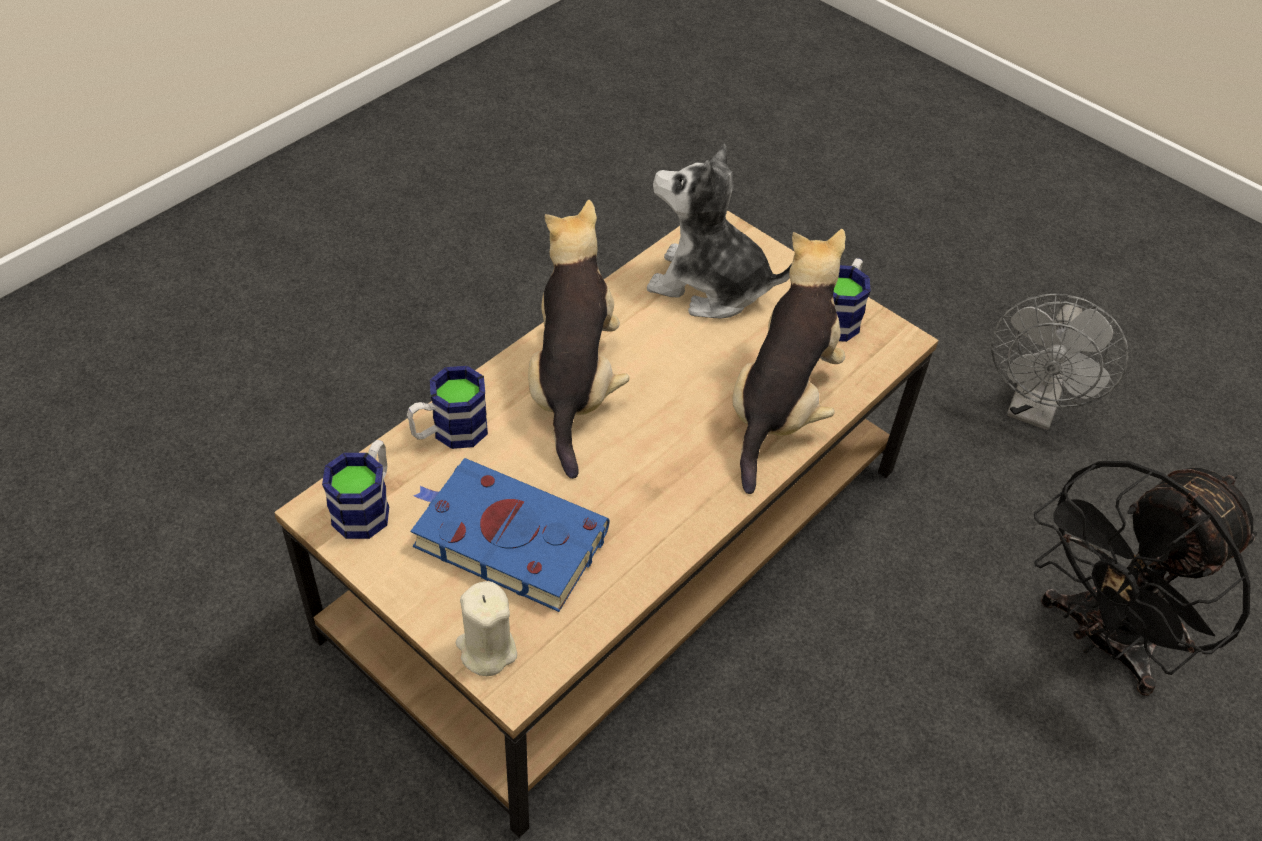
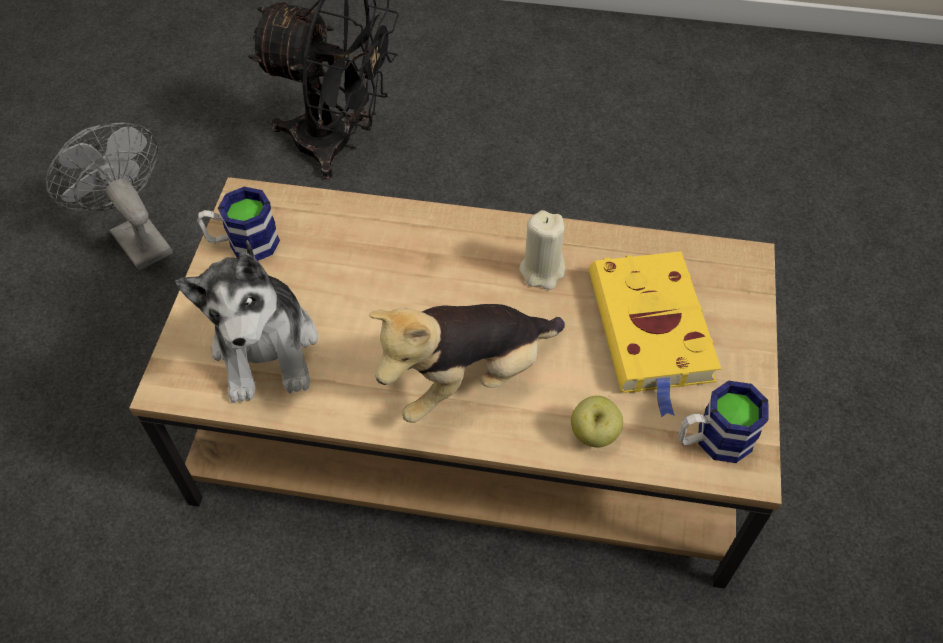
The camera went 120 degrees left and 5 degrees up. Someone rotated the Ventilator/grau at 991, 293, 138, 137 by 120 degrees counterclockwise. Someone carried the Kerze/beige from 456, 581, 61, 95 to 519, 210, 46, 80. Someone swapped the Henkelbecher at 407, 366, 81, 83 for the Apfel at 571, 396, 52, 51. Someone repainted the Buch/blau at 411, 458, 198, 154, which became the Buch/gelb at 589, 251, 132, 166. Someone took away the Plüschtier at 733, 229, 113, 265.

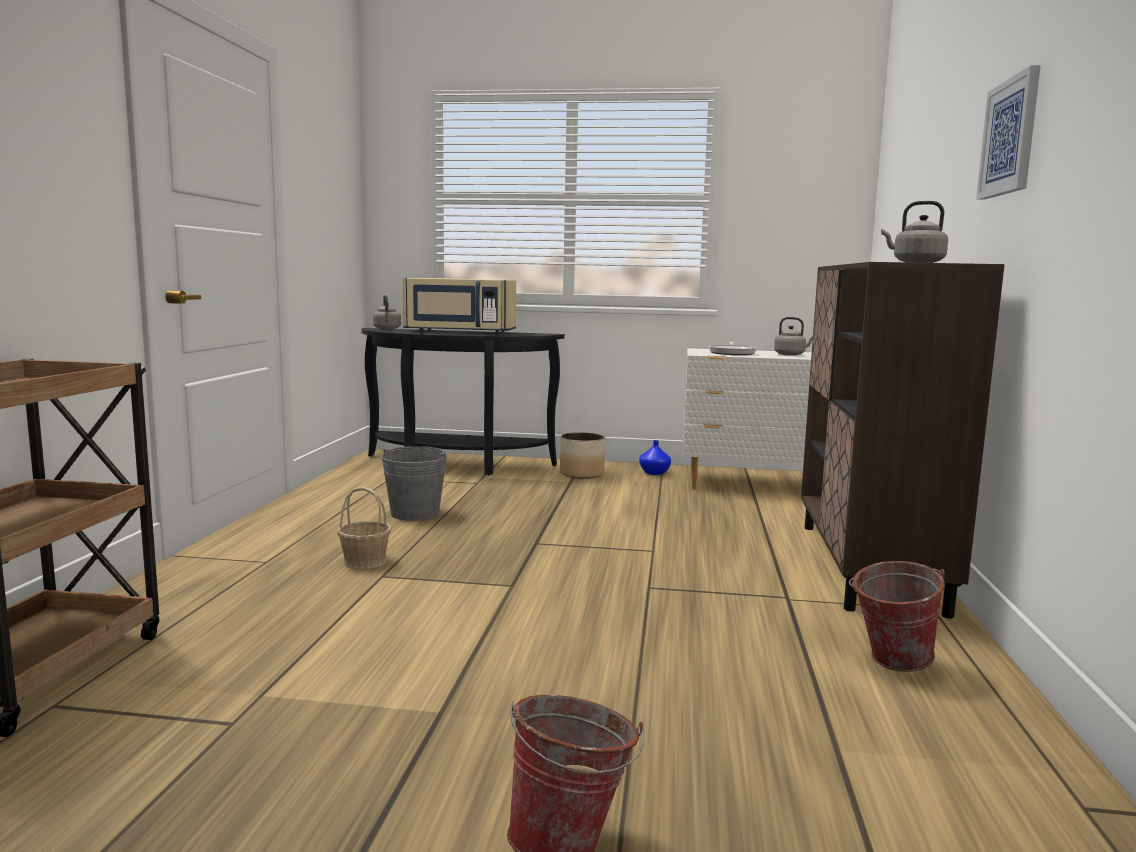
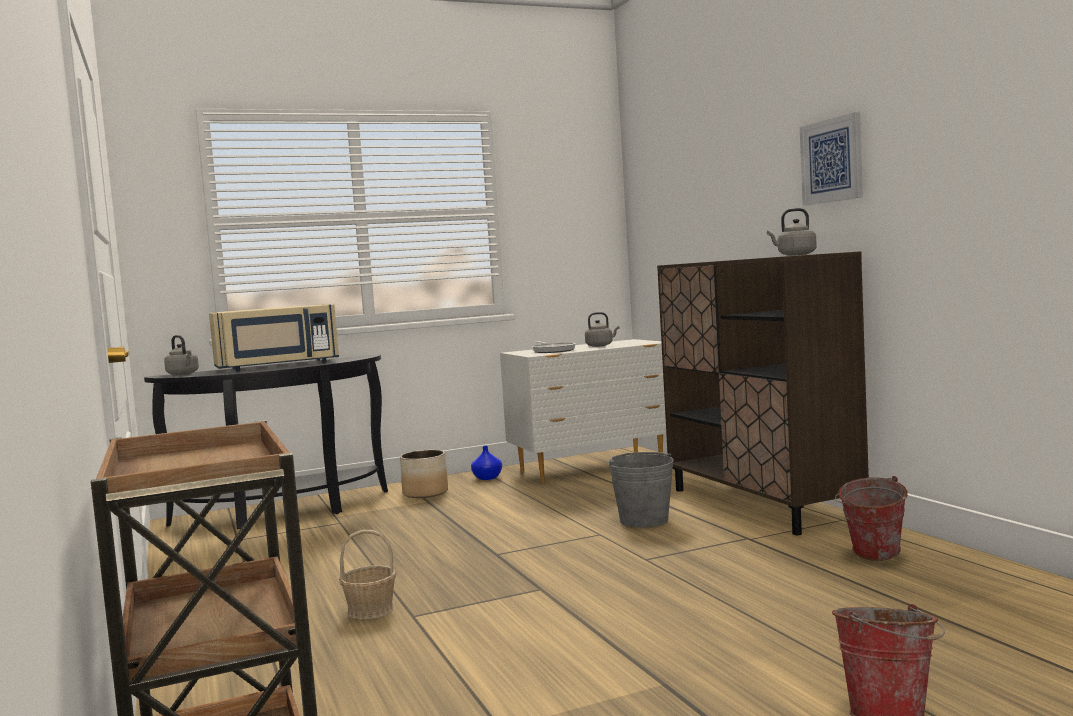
The camera went 30 degrees left and 5 degrees down. Someone carried the Eimer/grau from 381, 446, 66, 75 to 608, 452, 66, 75.

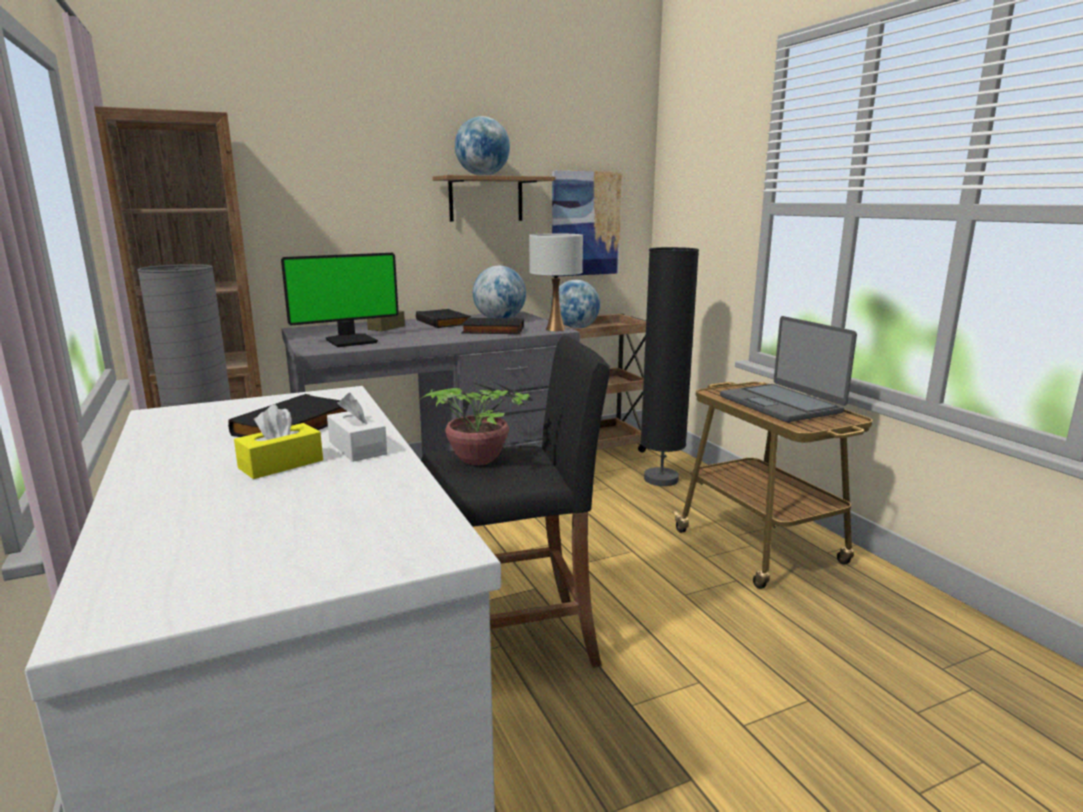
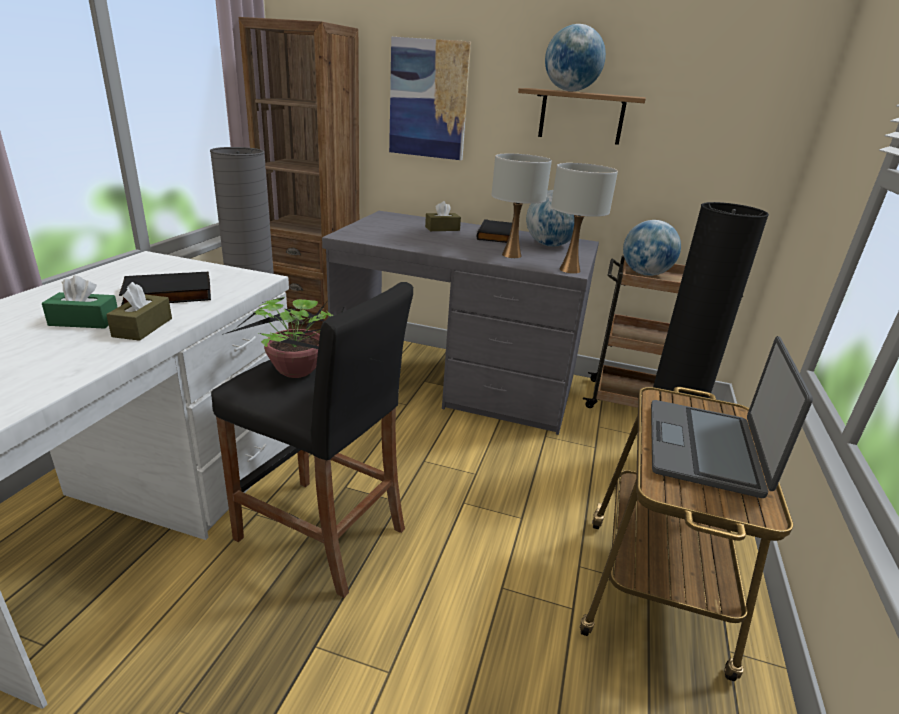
The camera went 40 degrees right and 10 degrees up. Someone repainted the Taschentuchbox/gelb at 234, 405, 89, 74, which became the Taschentuchbox/grün at 42, 276, 76, 53. Someone repainted the Taschentuchbox/weiß at 327, 393, 60, 69, which became the Taschentuchbox/braun at 106, 282, 66, 59. Someone carried the Bild from 552, 171, 70, 106 to 389, 37, 82, 123. Someone swapped the Buch/schwarz at 461, 318, 63, 16 for the Tischlampe/weiß at 492, 154, 60, 104. Someone took away the Monitor at 281, 253, 118, 94.

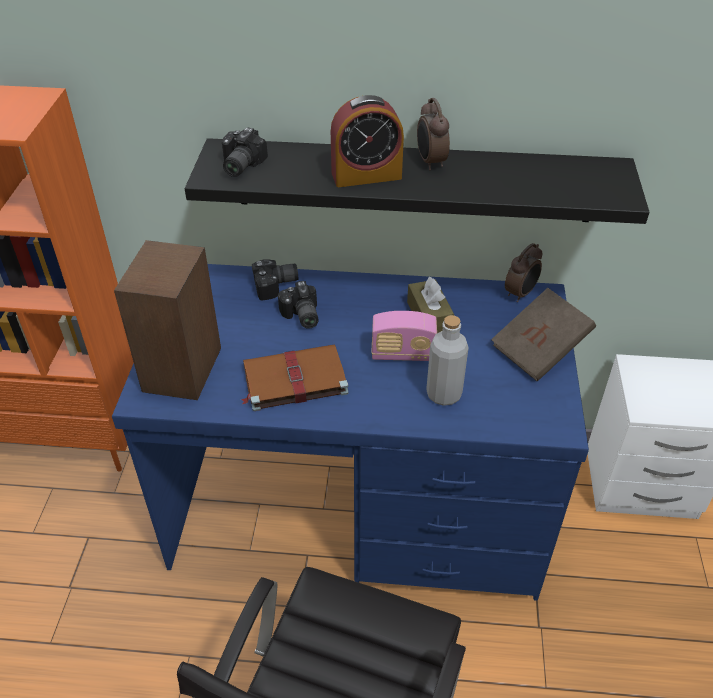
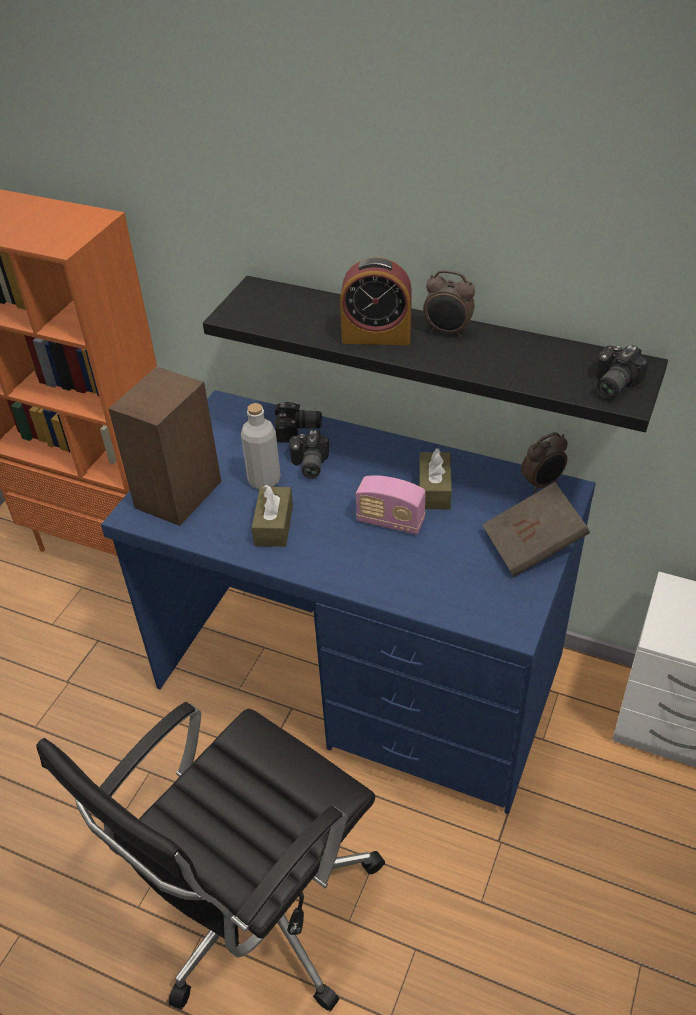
The camera went 20 degrees right and 0 degrees up. Someone carried the Flasche/grau from 426, 315, 43, 91 to 241, 403, 40, 86. Someone swapped the Buch/braun at 241, 344, 108, 67 for the Taschentuchbox/braun at 252, 485, 41, 62. Someone rotated the Wecker at 417, 98, 33, 72 by 75 degrees counterclockwise. Someone carried the Kamera from 222, 127, 46, 50 to 595, 345, 53, 54.

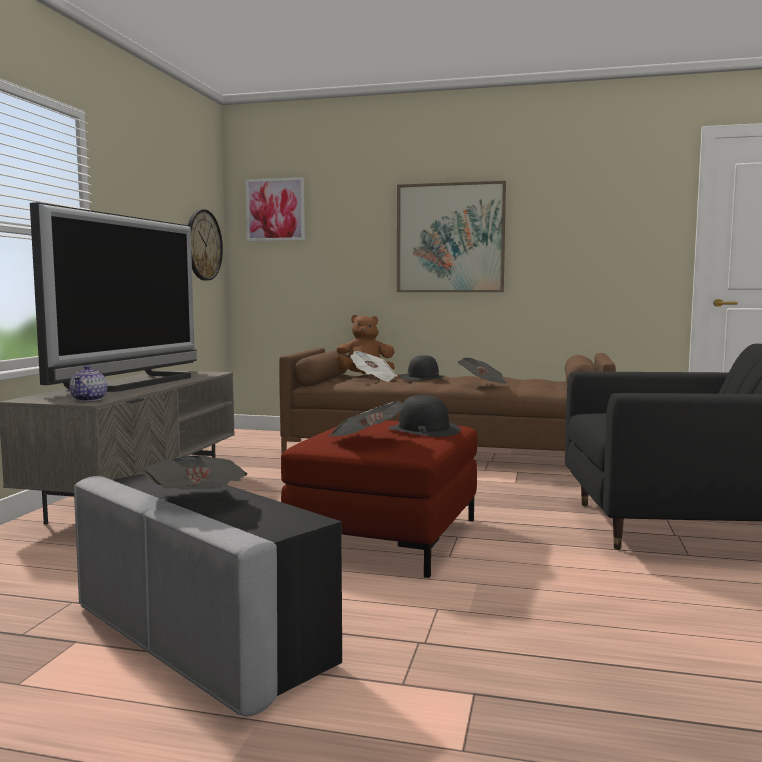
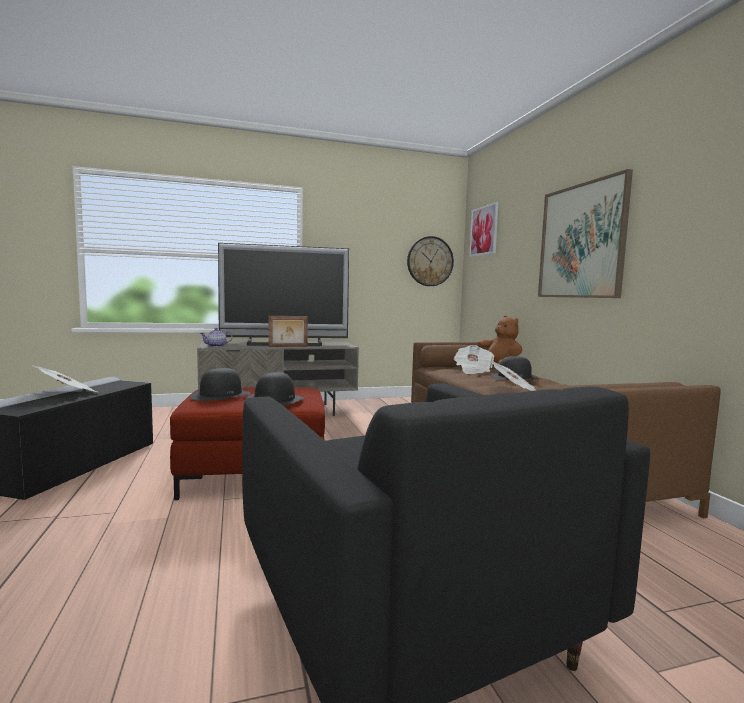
The camera went 60 degrees right and 0 degrees up. Someone swapped the Zeitung at 329, 401, 77, 36 for the Hut/schwarz at 190, 368, 61, 33. Someone put down the Bilderrahmen at 269, 316, 39, 31.

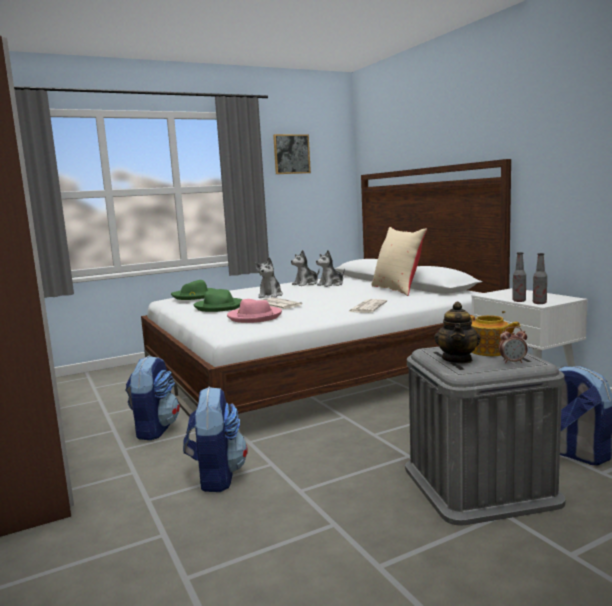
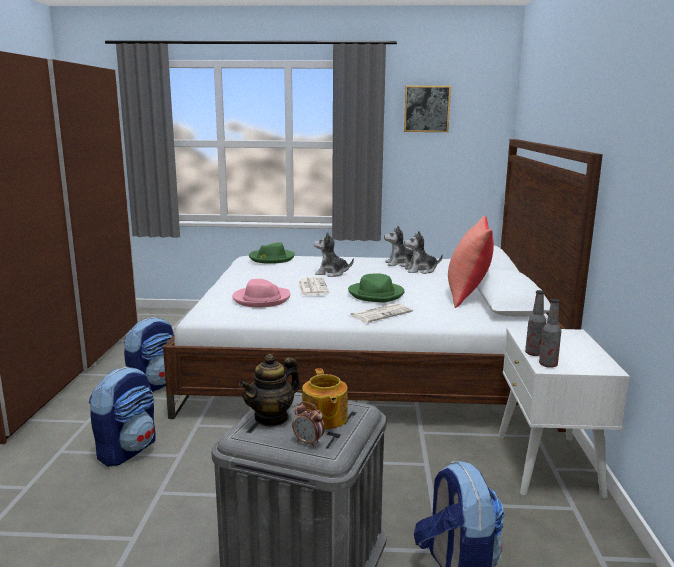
The camera went 30 degrees right and 5 degrees up. Someone rotated the Plüschtier at 255, 257, 28, 41 by 60 degrees clockwise. Someone carried the Hut/grün from 194, 289, 48, 23 to 348, 273, 56, 29. Someone repainted the Kissen/beige at 371, 227, 56, 69, which became the Kissen/rot at 448, 216, 46, 92.

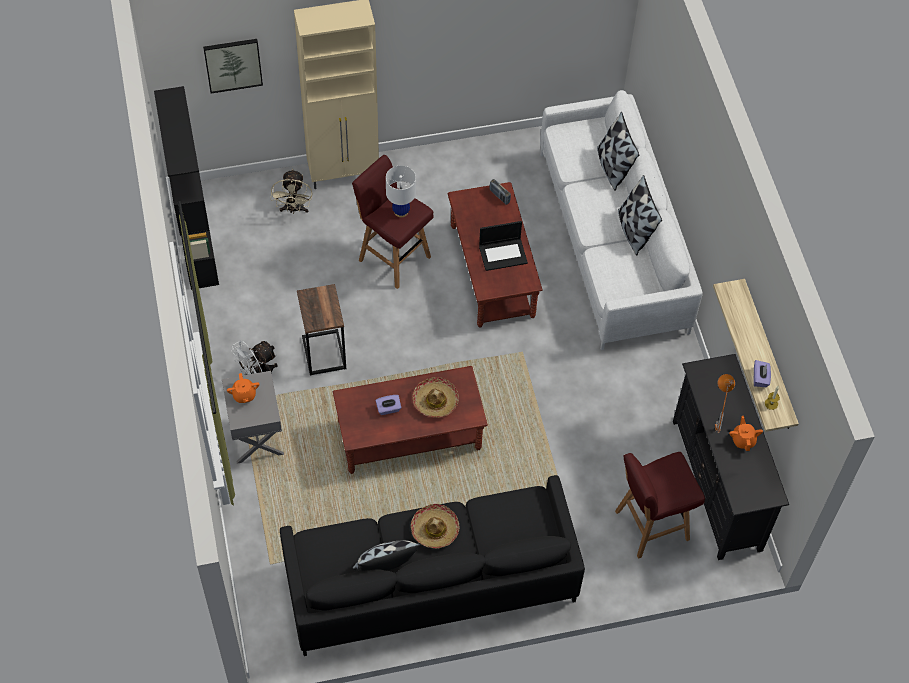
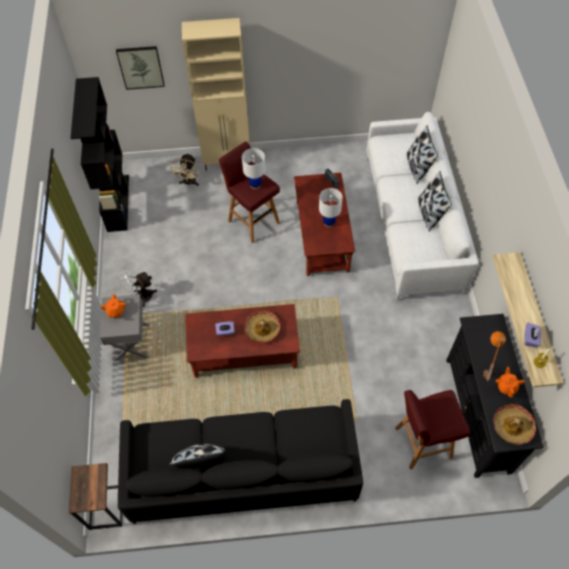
The camera went 10 degrees right and 0 degrees up. Someone carried the Beistelltisch from 297, 284, 49, 92 to 68, 463, 54, 67. Someone swapped the Laptop at 479, 221, 49, 50 for the Tischlampe/weiß at 319, 188, 24, 39. Someone carried the Hut from 411, 504, 48, 45 to 493, 404, 43, 41.

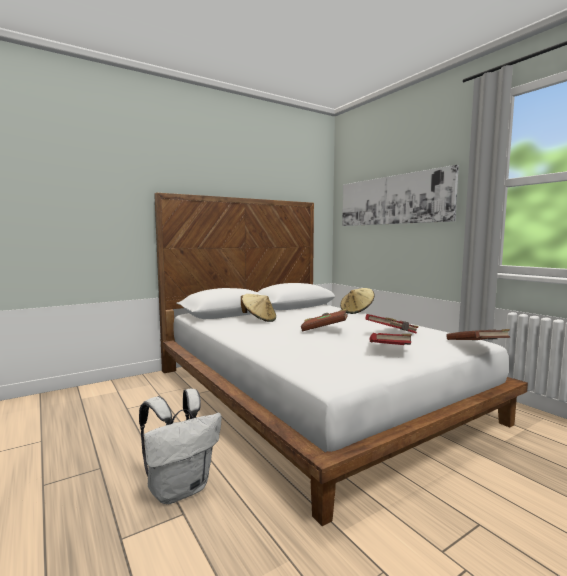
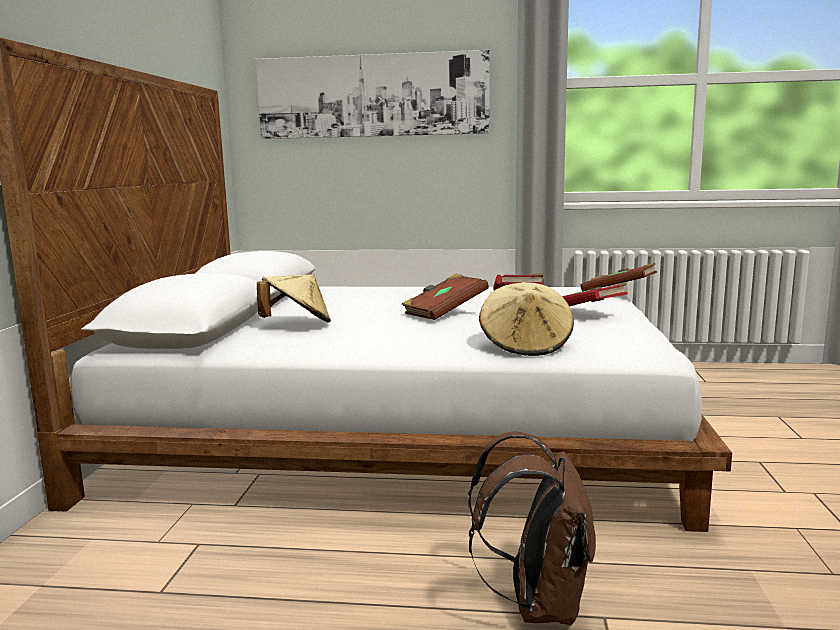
The camera went 50 degrees left and 5 degrees up. Someone repainted the Rucksack/weiß at 139, 389, 82, 115, which became the Rucksack/braun at 468, 432, 128, 194. Someone carried the Hut/beige from 340, 288, 35, 26 to 479, 282, 95, 74.

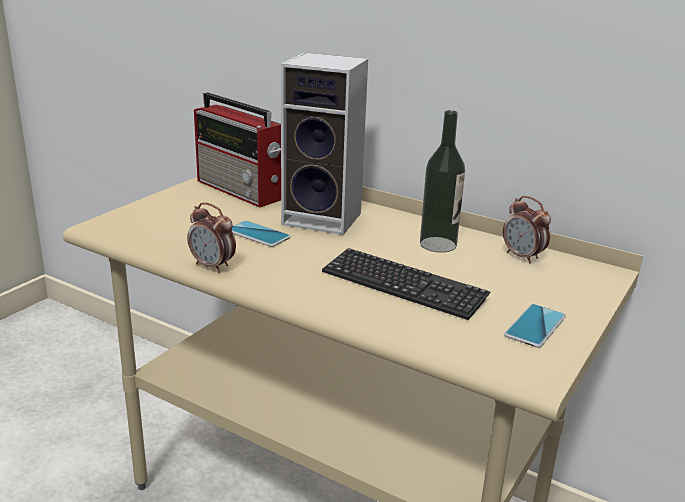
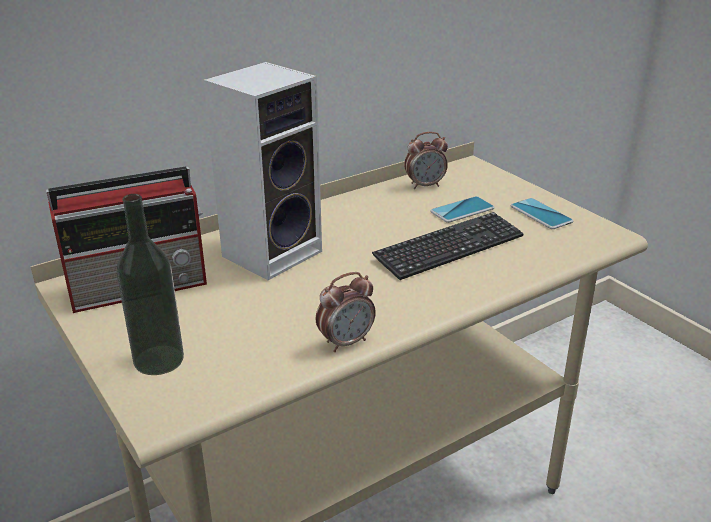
The camera went 65 degrees left and 5 degrees up. Someone carried the Flasche from 420, 110, 45, 143 to 116, 194, 68, 181. Someone carried the Handy from 232, 221, 59, 26 to 430, 196, 65, 27.

